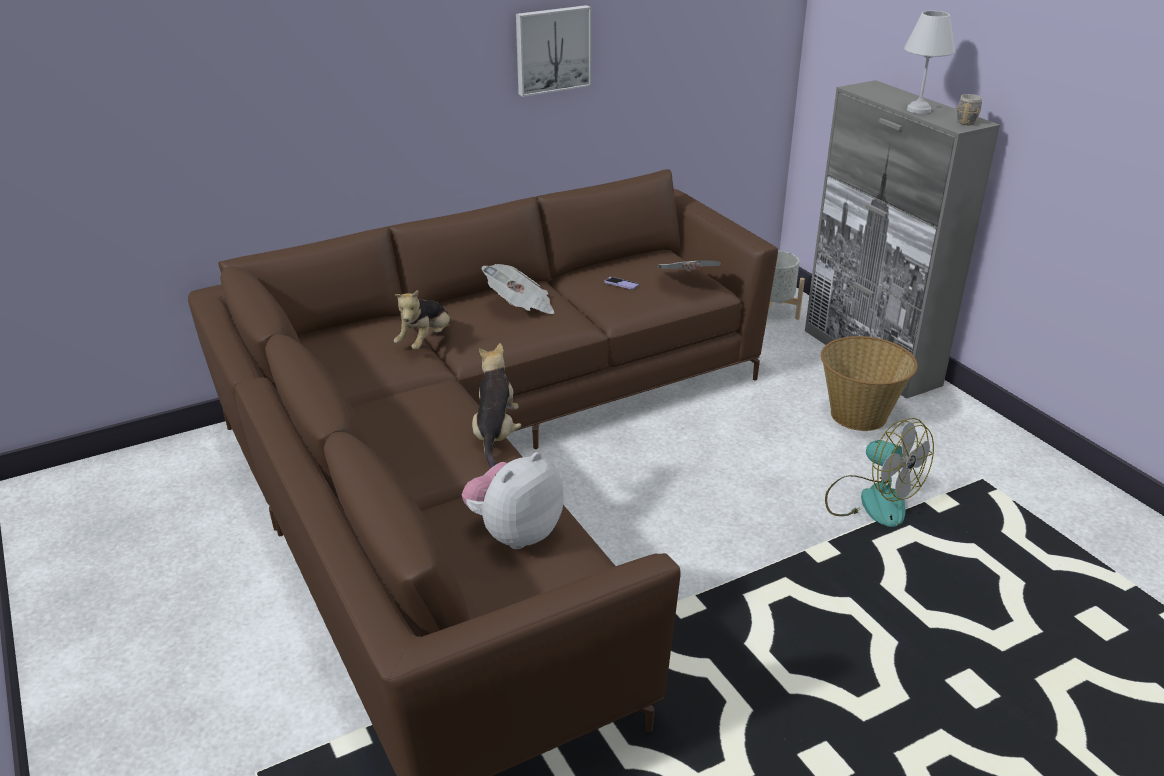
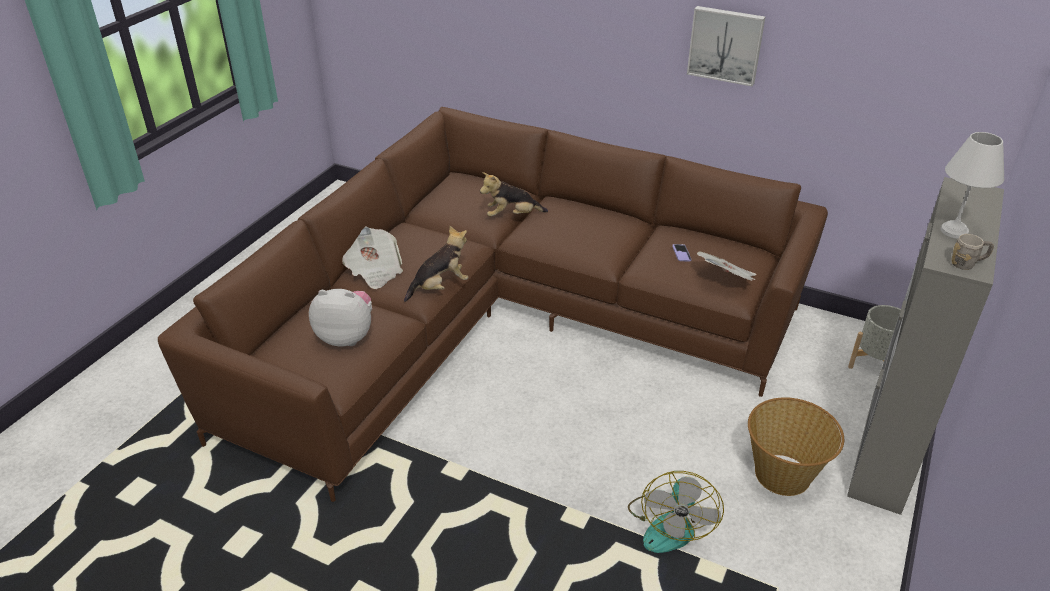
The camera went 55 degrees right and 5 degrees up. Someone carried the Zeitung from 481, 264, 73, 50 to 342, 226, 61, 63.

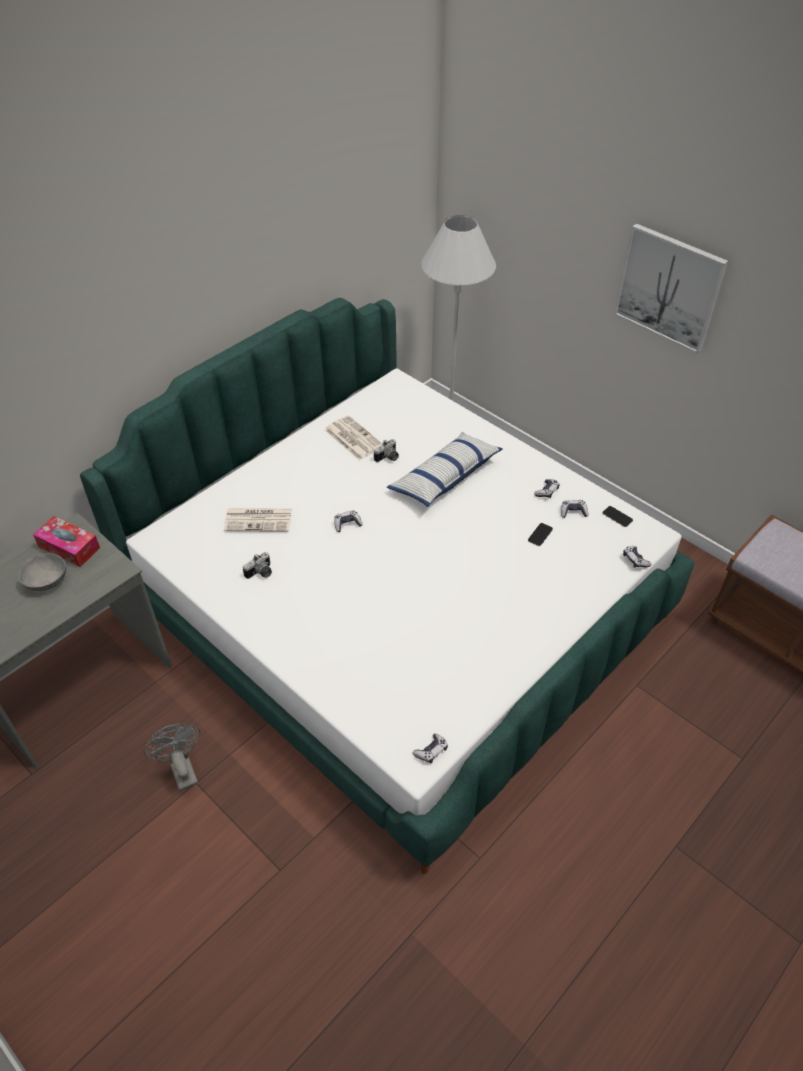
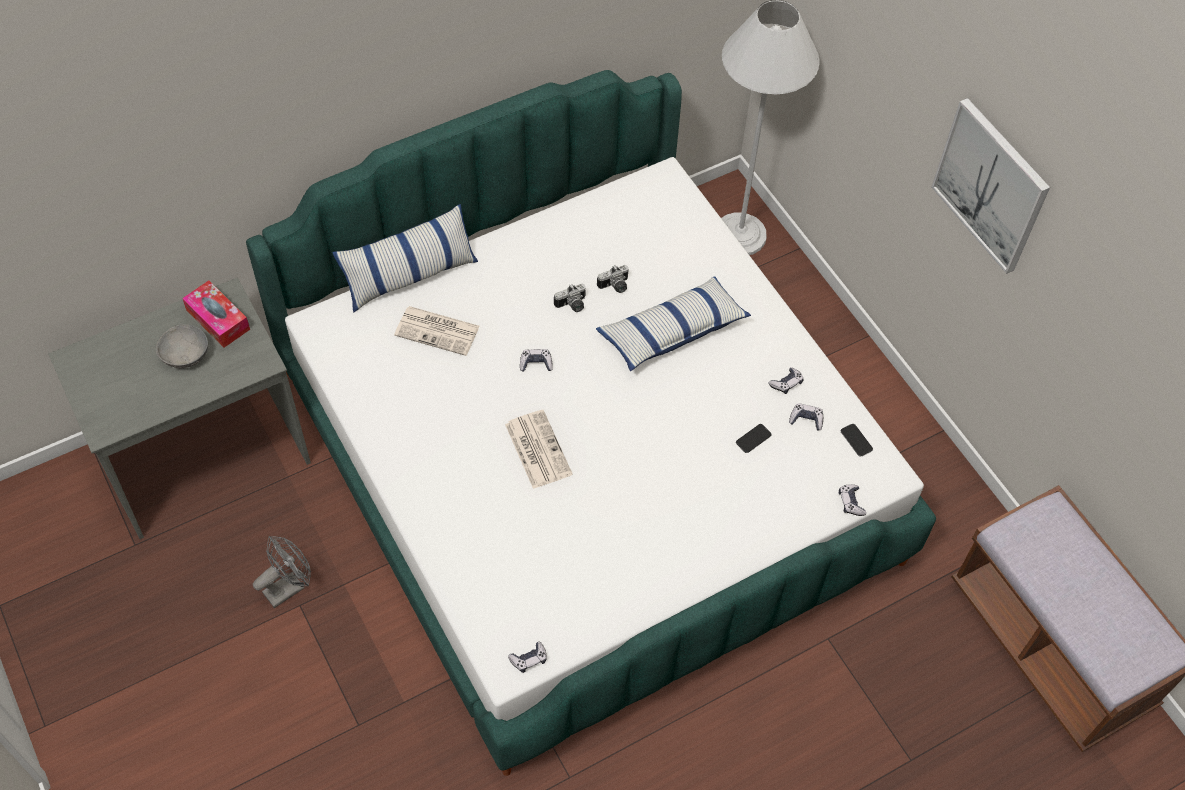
The camera went 15 degrees right and 10 degrees up. Someone rotated the Ventilator/grau at 143, 723, 57, 68 by 60 degrees clockwise. Someone put down the Kissen at 332, 204, 146, 108. Someone carried the Zeitung from 325, 415, 57, 46 to 505, 410, 68, 79. Someone carried the Kamera from 243, 552, 29, 27 to 554, 284, 32, 28.

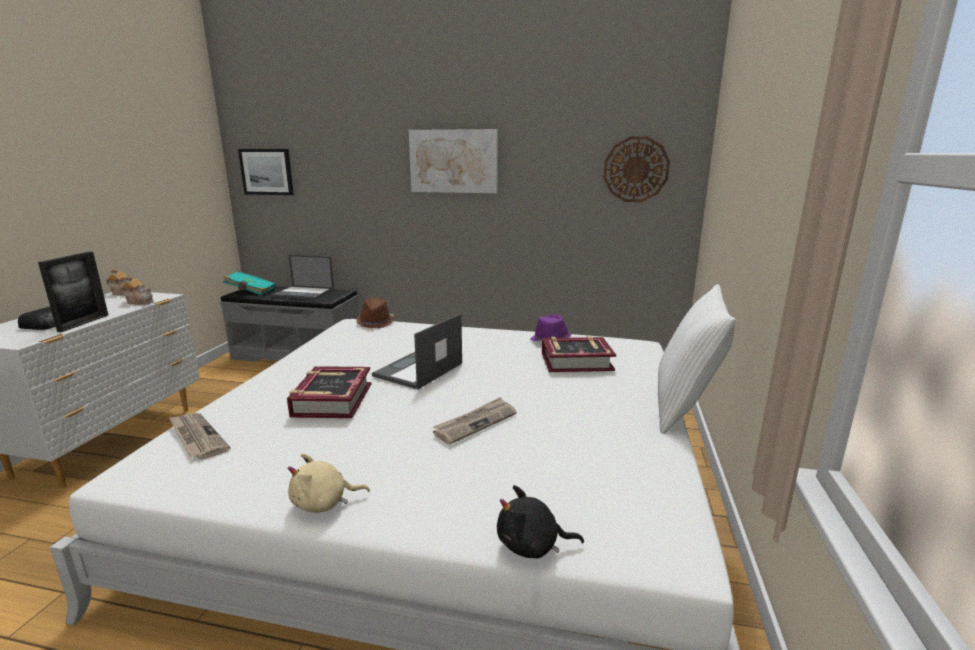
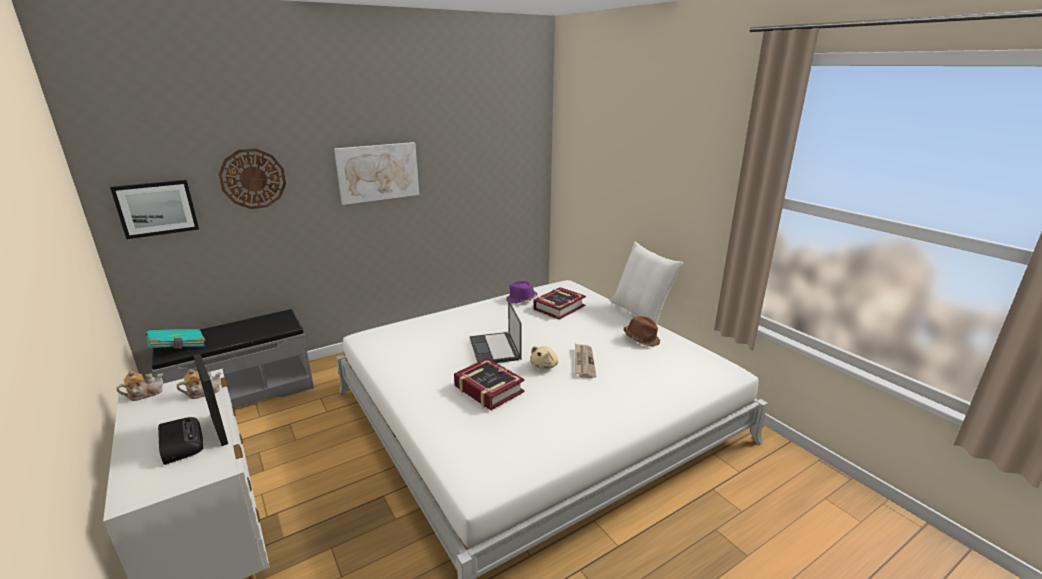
The camera went 45 degrees left and 5 degrees up. Someone carried the Wanduhr from 604, 136, 66, 66 to 218, 148, 68, 61. Someone carried the Plüschtier/beige from 288, 453, 82, 60 to 530, 346, 29, 23. Someone carried the Hut/braun from 357, 298, 37, 30 to 624, 316, 36, 31. Someone took away the Zeitung at 169, 413, 61, 46. Someone took away the Laptop at 272, 255, 62, 45. Someone took away the Plüschtier/schwarz at 497, 485, 87, 73.

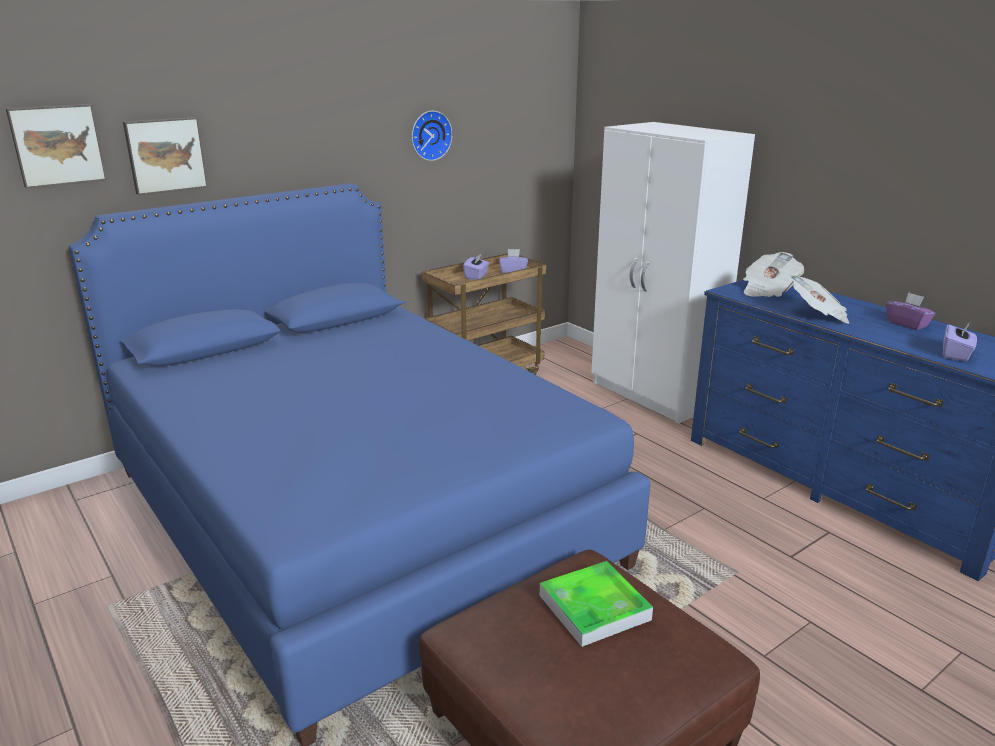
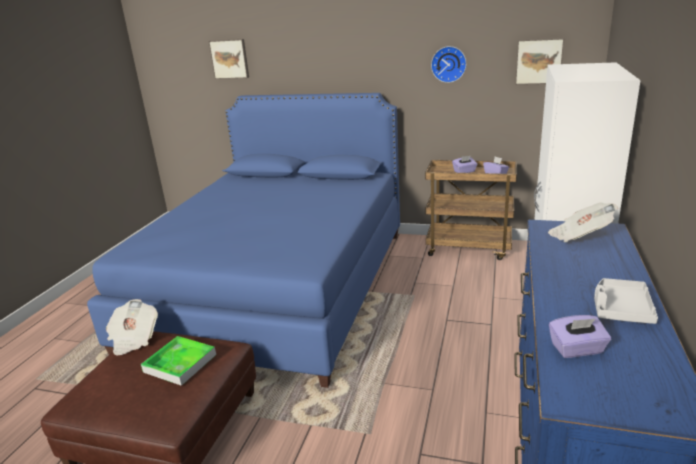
The camera went 55 degrees right and 0 degrees up. Someone carried the Zeitung from 790, 275, 59, 49 to 106, 299, 52, 57. Someone carried the Bild from 123, 117, 85, 78 to 515, 38, 49, 47. Someone swapped the Taschentuchbox/lila at 886, 292, 50, 38 for the Tablett/grau at 594, 278, 64, 46.

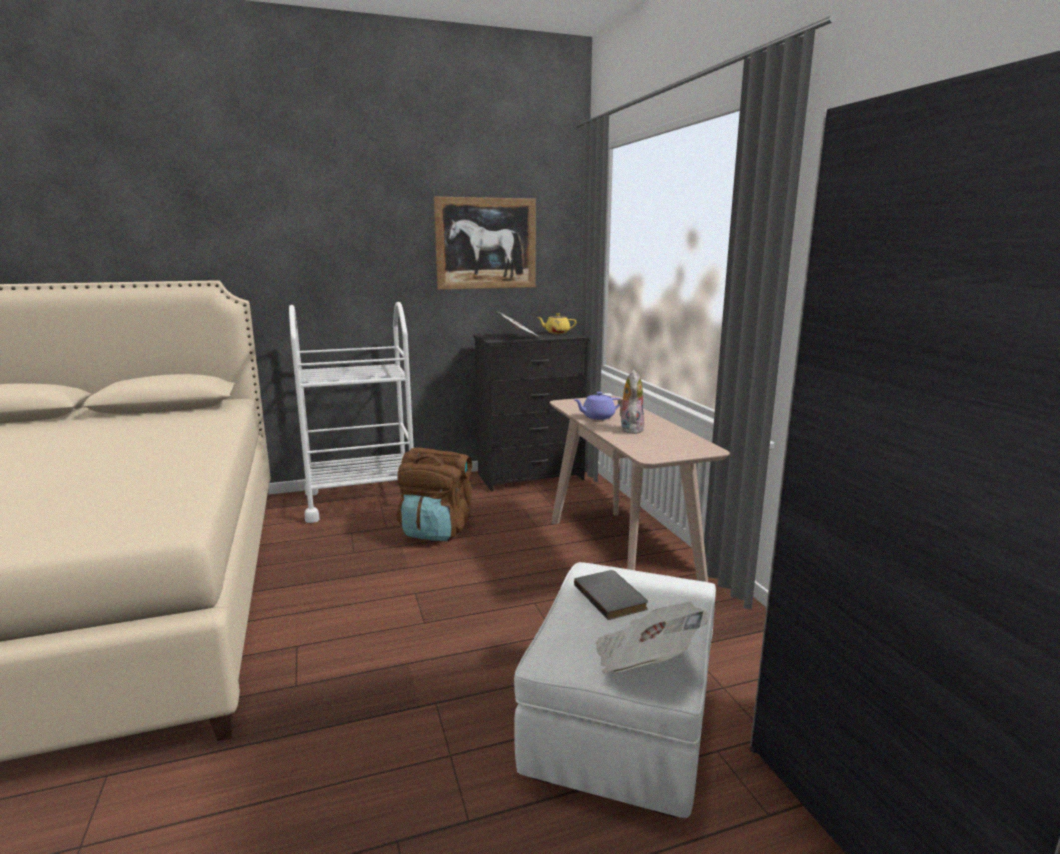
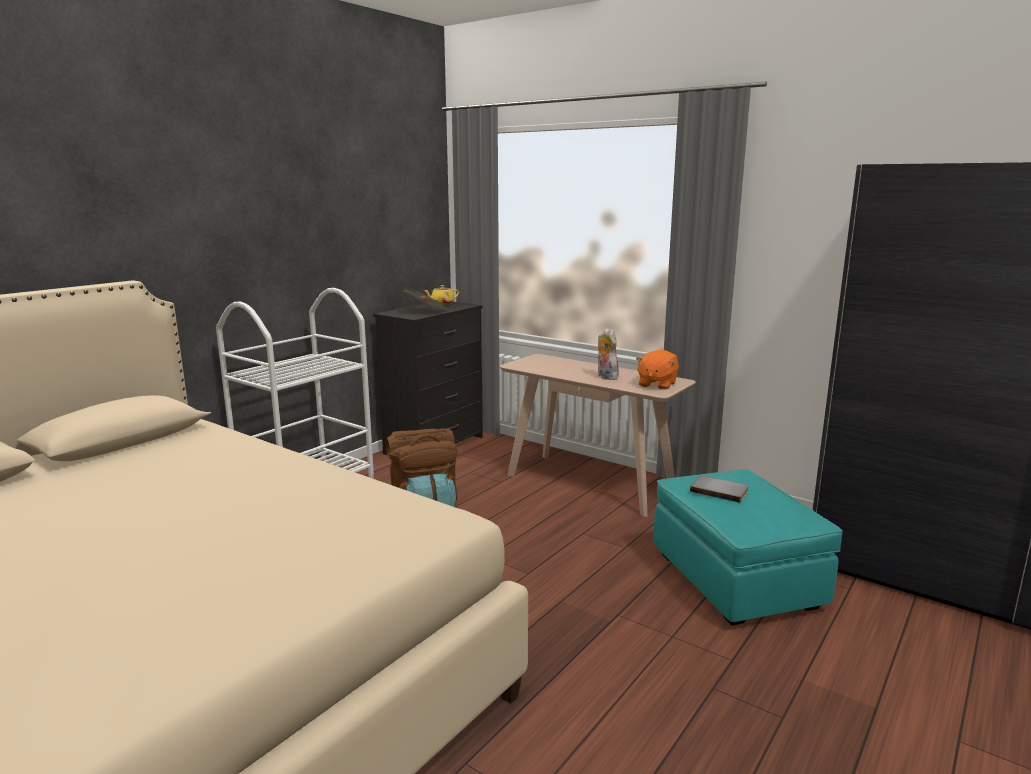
The camera went 35 degrees left and 0 degrees up. Someone put down the Plüschtier/orange at 636, 350, 43, 40. Someone repainted the Polsterhocker/weiß at 514, 562, 202, 256, which became the Polsterhocker/türkis at 654, 469, 189, 157. Someone took away the Bild at 434, 196, 102, 94. Someone took away the Teekanne/lila at 574, 392, 46, 28. Someone took away the Zeitung at 596, 602, 112, 72.

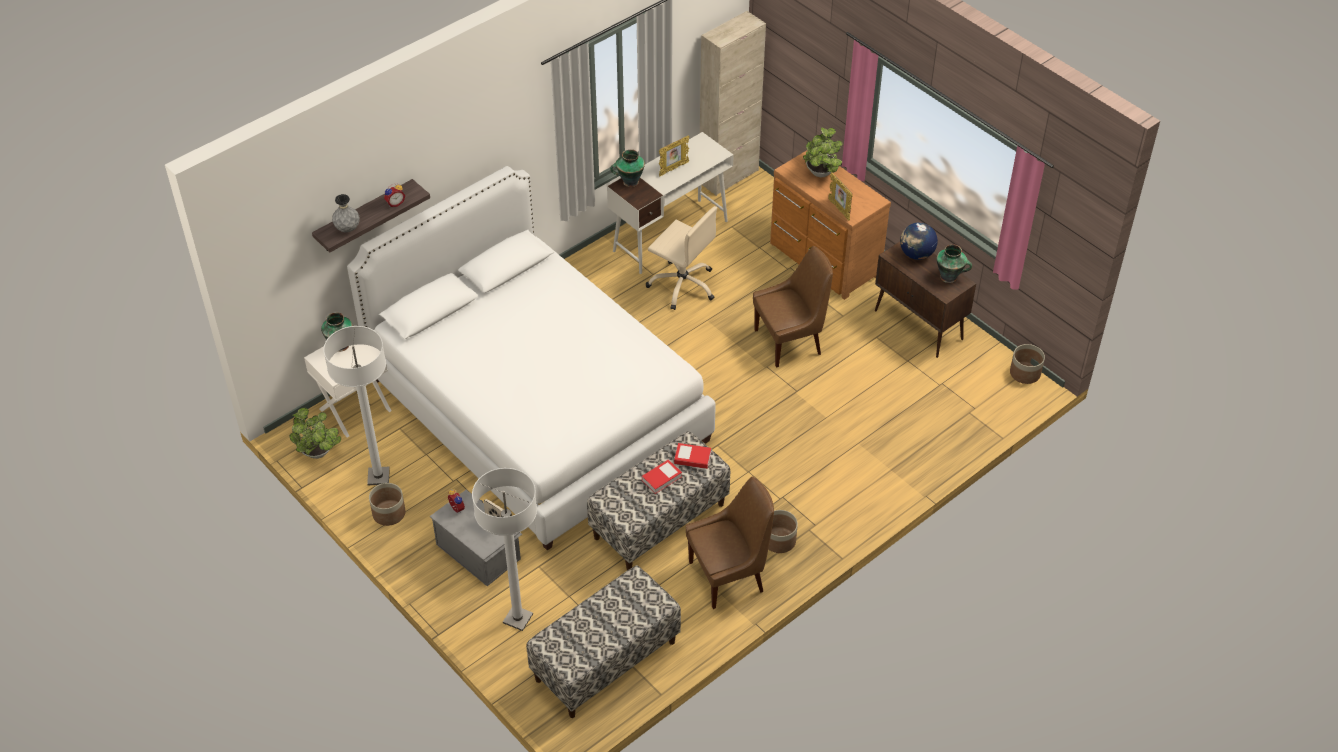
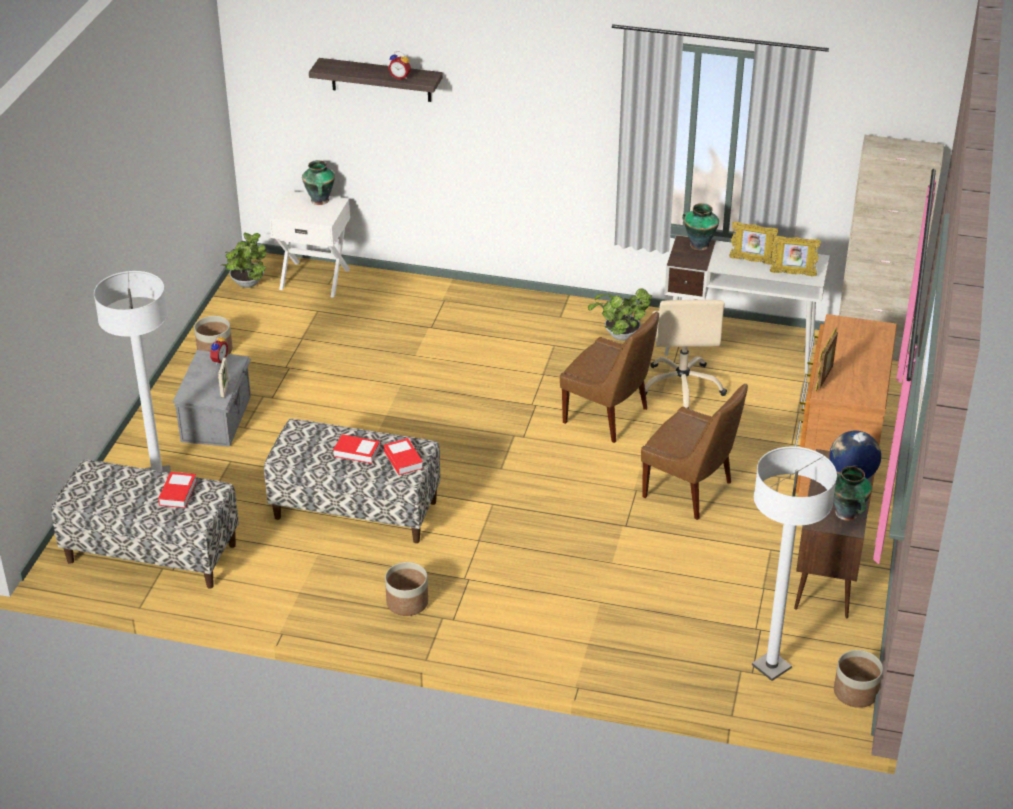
The camera went 55 degrees right and 10 degrees down. Someone put down the Buch at 158, 472, 39, 36. Someone carried the Stuhl/braun from 686, 477, 88, 132 to 560, 311, 99, 132. Someone carried the Topfpflanze from 803, 127, 40, 50 to 588, 288, 64, 53. Someone carried the Stehlampe/weiß from 324, 326, 66, 159 to 752, 447, 85, 234. Someone put down the Bilderrahmen at 770, 236, 51, 40. Someone took away the Vase/grau at 332, 194, 28, 38. Someone took away the Bett/weiß at 347, 166, 369, 385.

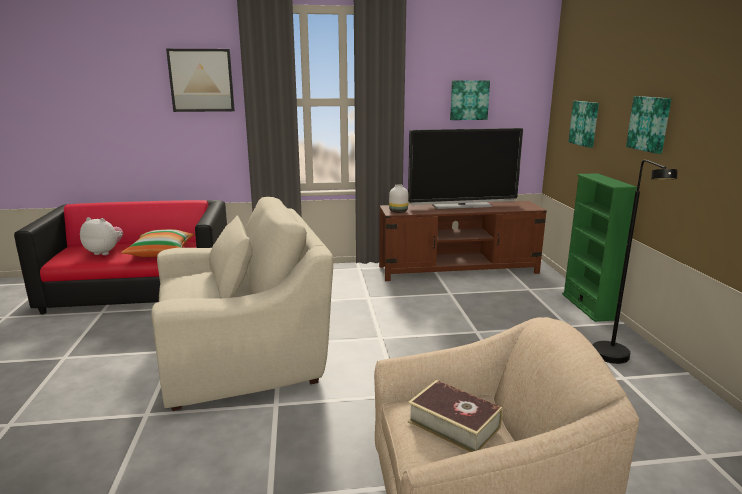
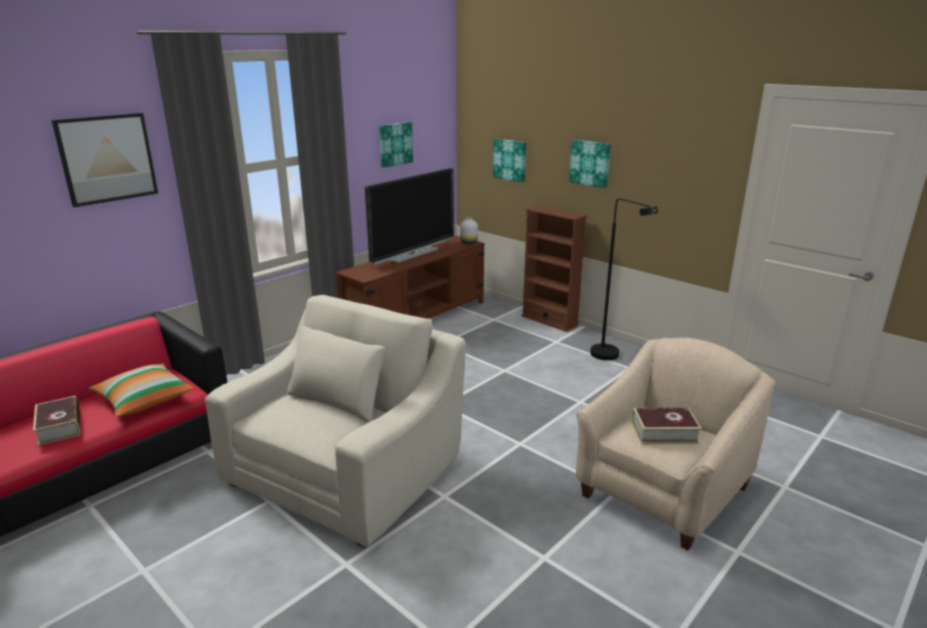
The camera went 40 degrees left and 5 degrees up. Someone swapped the Plüschtier at 80, 217, 43, 38 for the Buch at 33, 396, 47, 50. Someone carried the Vase/weiß from 389, 184, 19, 29 to 460, 217, 18, 27. Someone repainted the Bücherregal/grün at 562, 173, 75, 149, which became the Bücherregal/braun at 521, 205, 66, 127.

